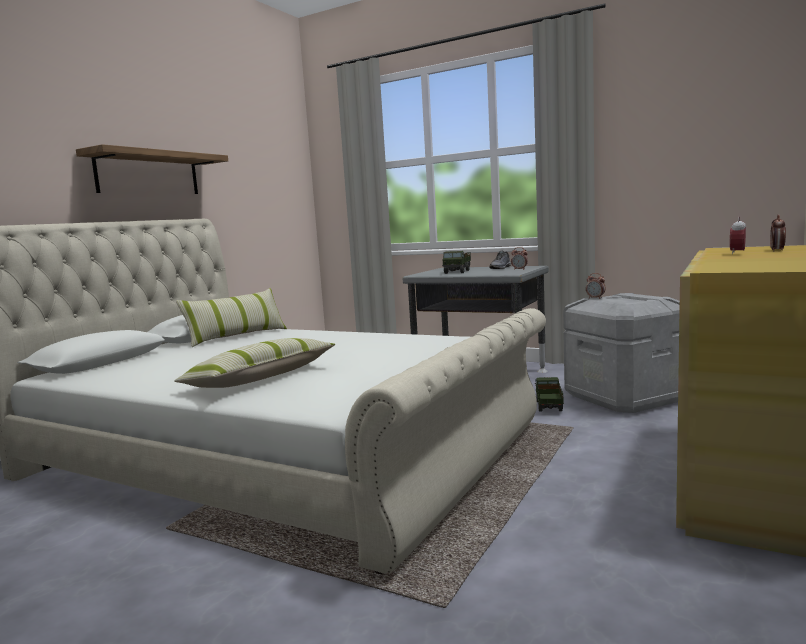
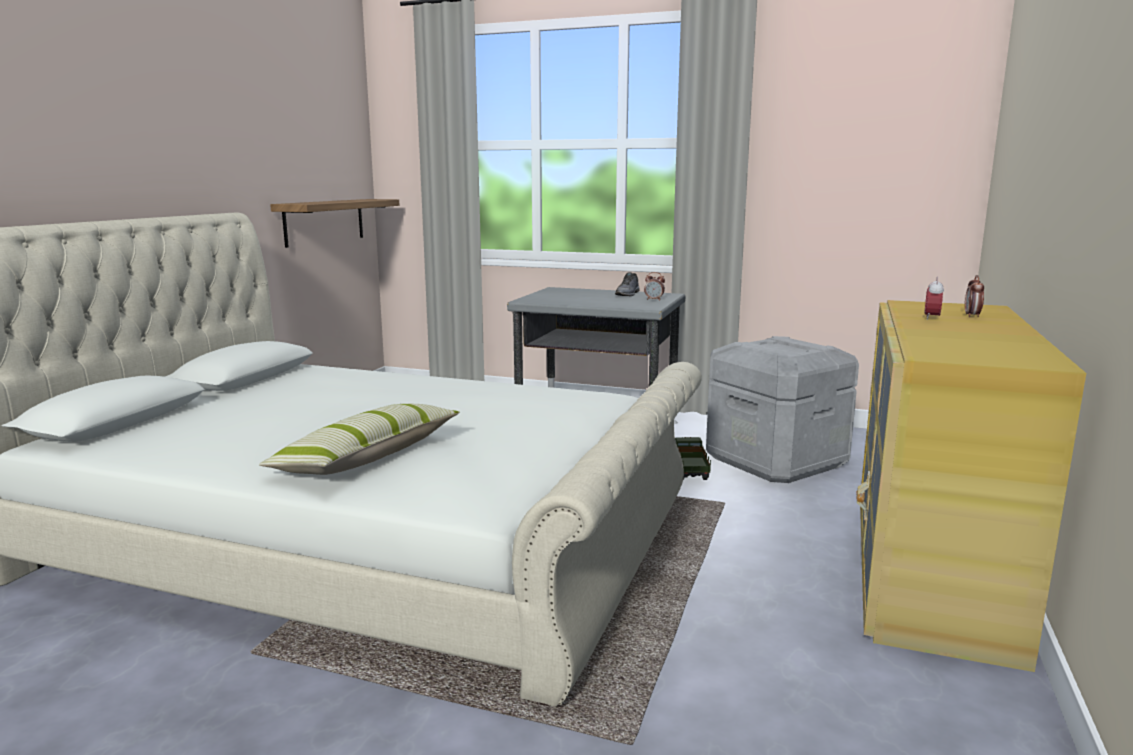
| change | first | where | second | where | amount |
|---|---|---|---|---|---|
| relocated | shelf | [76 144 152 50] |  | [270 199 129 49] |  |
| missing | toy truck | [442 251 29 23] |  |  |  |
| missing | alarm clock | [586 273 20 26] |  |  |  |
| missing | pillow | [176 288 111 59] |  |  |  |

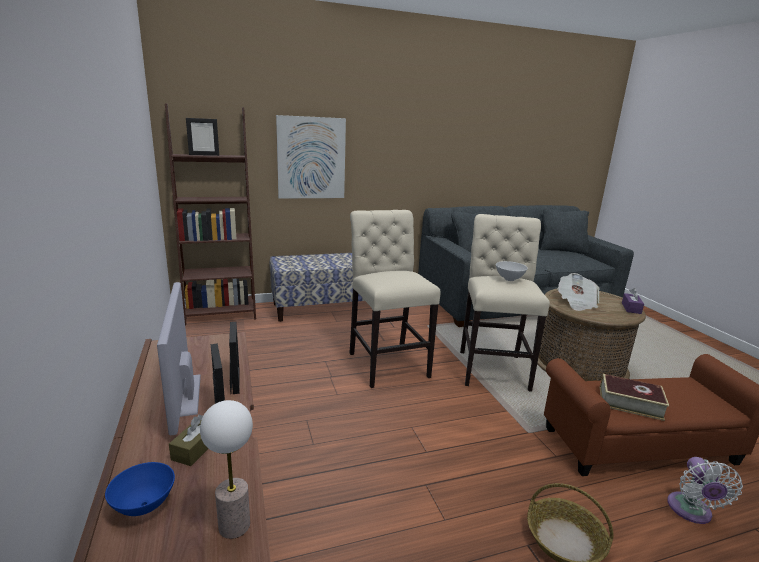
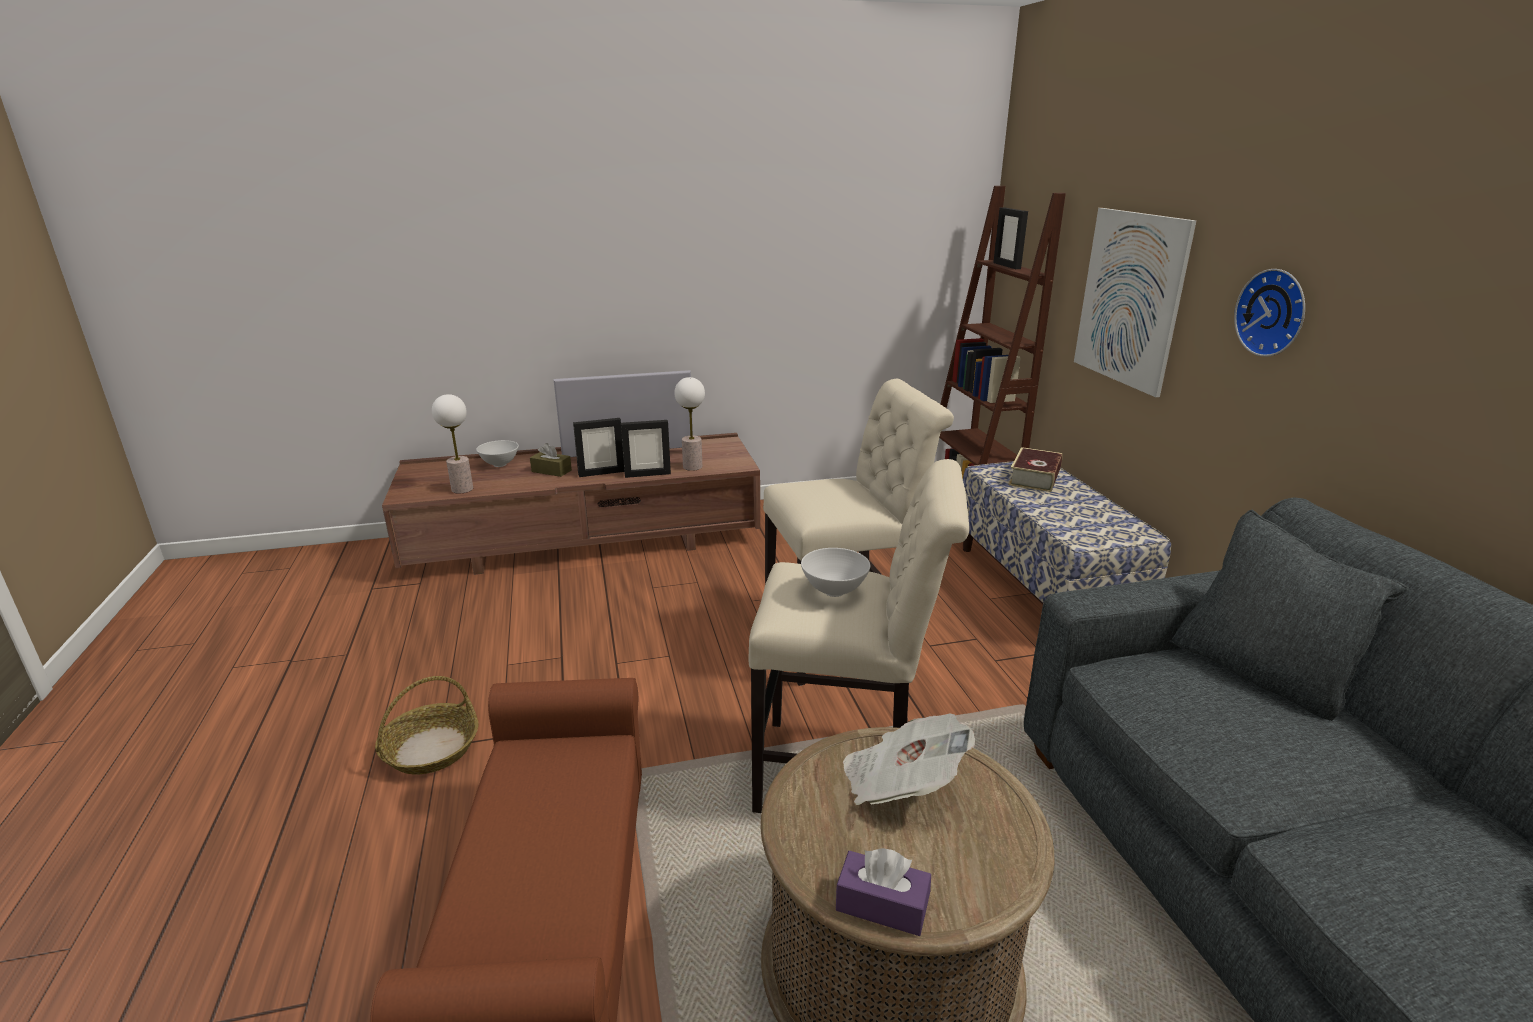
| change | first | where | second | where | amount |
|---|---|---|---|---|---|
| relocated | book | [600 374 69 47] |  | [1008 447 54 45] |  |
| missing | fan (white) | [667 457 76 67] |  |  |  |
| colour | bowl (blue) | [105 462 70 54] | bowl (white) | [476 440 43 27] |  |
| appeared |  |  | wall clock | [1234 269 71 88] |  |
| appeared |  |  | table lamp | [674 377 31 94] |  |

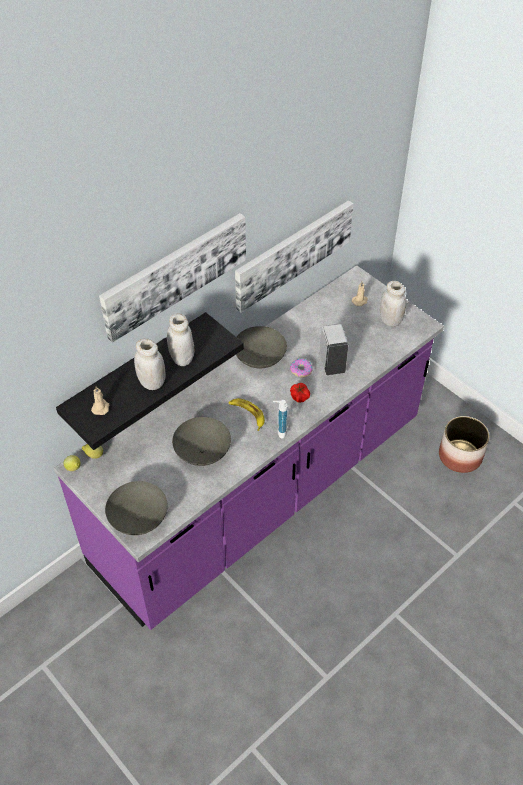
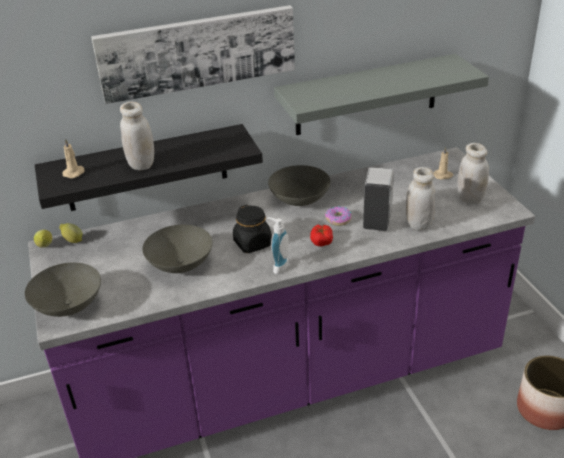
| change | first | where | second | where | amount |
|---|---|---|---|---|---|
| exchanged | picture | [235 200 118 113] | shelf (grey) | [274 54 215 81] |  |
| relocated | jar (white) | [167 313 27 53] |  | [406 167 29 64] |  |
| exchanged | banana | [228 398 37 33] | jar (black) | [233 205 39 48] |  |

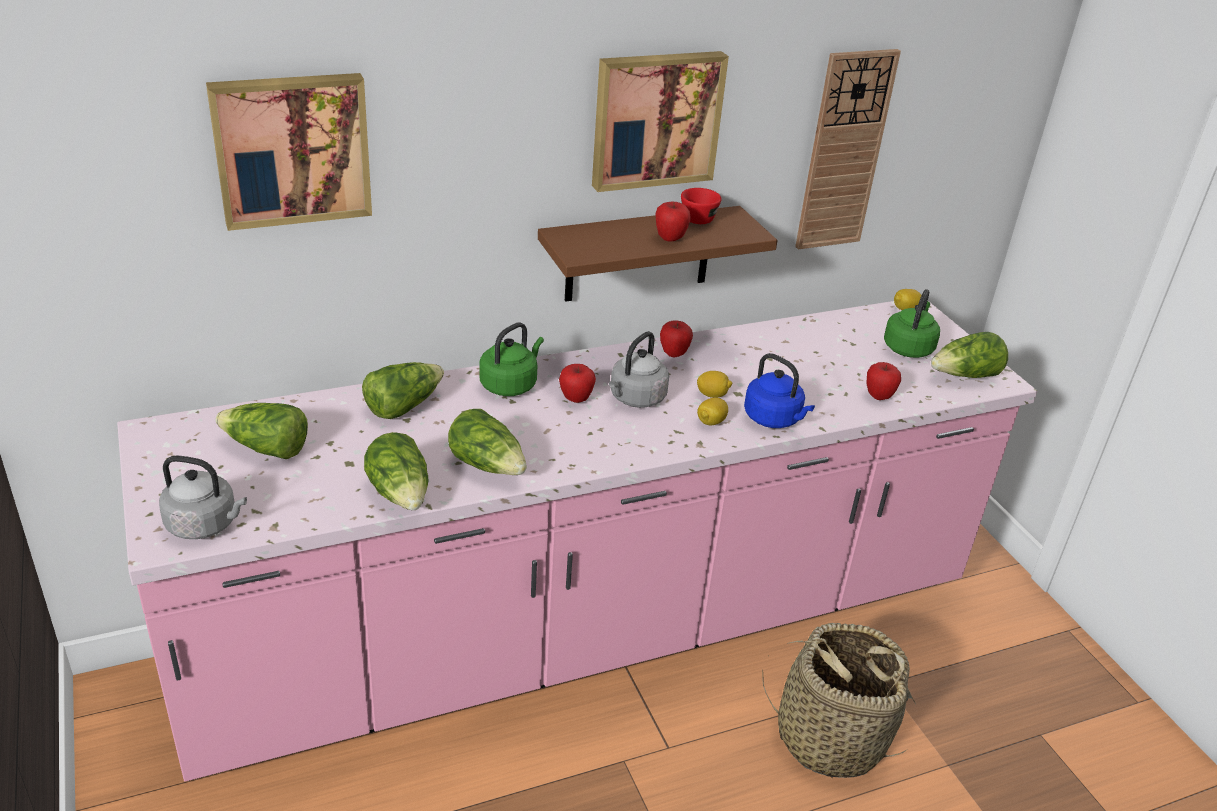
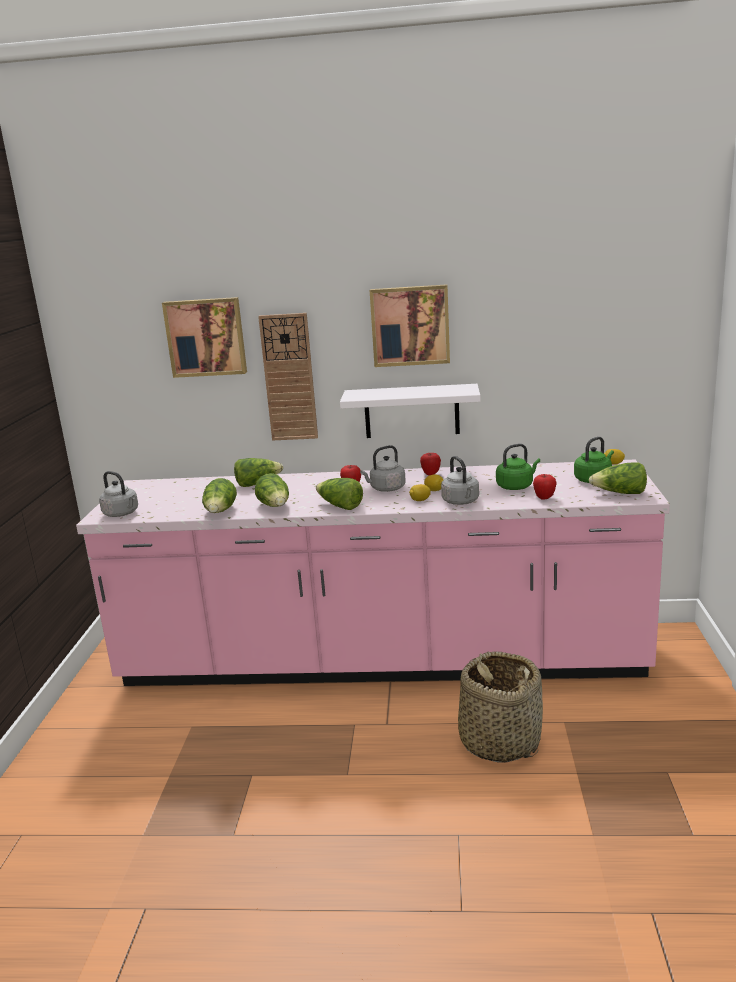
| change | first | where | second | where | amount |
|---|---|---|---|---|---|
| relocated | wall clock | [795 49 106 201] |  | [258 313 60 128] |  |
| missing | cup (red) | [681 188 41 36] |  |  |  |
| missing | apple | [656 201 35 41] |  |  |  |
| colour | shelf (brown) | [538 206 240 96] | shelf (white) | [340 384 141 54] |  |
| relocated | kettle (green) | [479 322 65 74] |  | [496 444 44 46] |  |
| colour | kettle (blue) | [744 353 71 75] | kettle (grey) | [441 456 38 49] |  |
| relocated | lettuce | [216 403 92 56] |  | [316 478 47 32] |  |

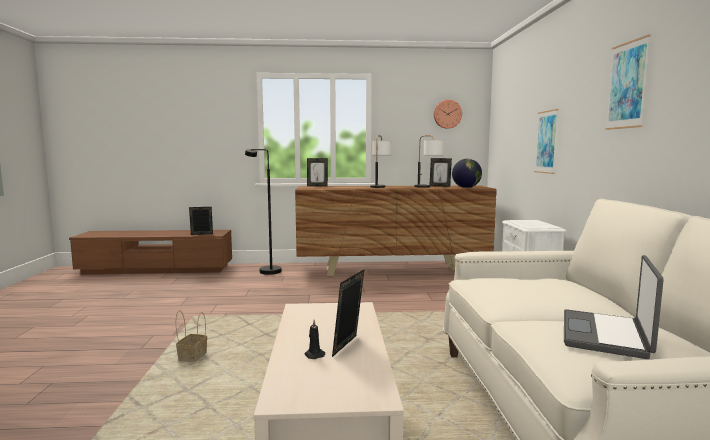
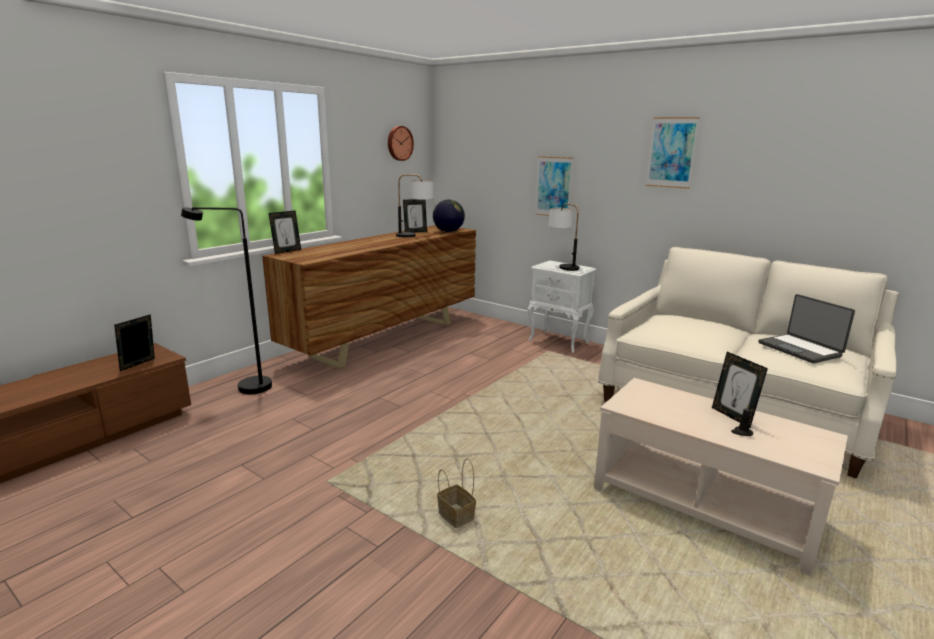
| change | first | where | second | where | amount |
|---|---|---|---|---|---|
| relocated | table lamp | [370 135 21 53] |  | [549 203 30 68] |  |

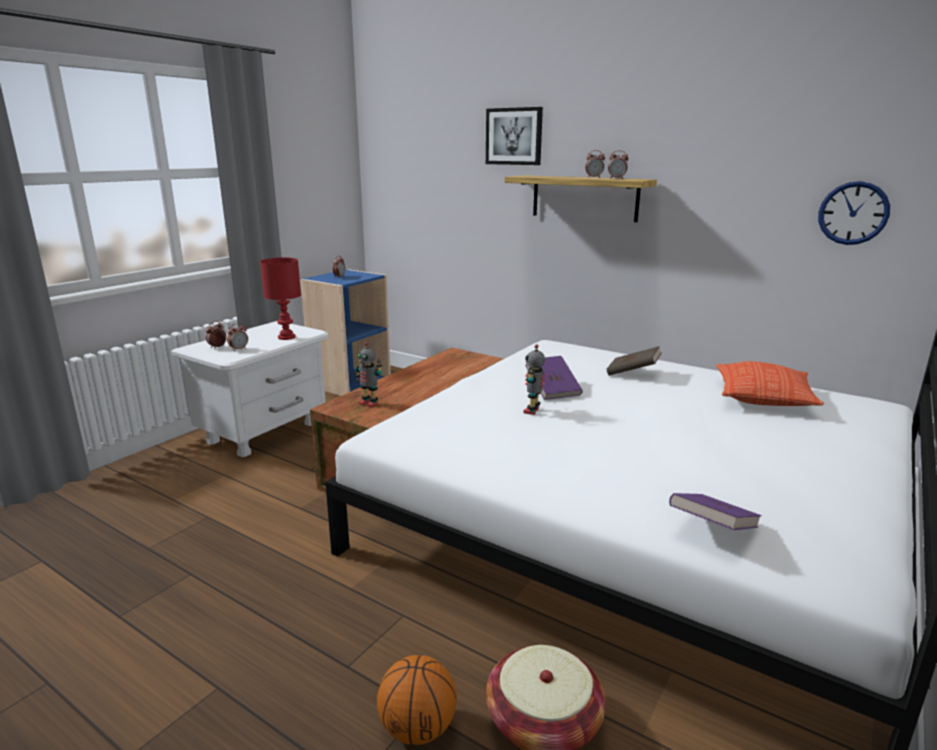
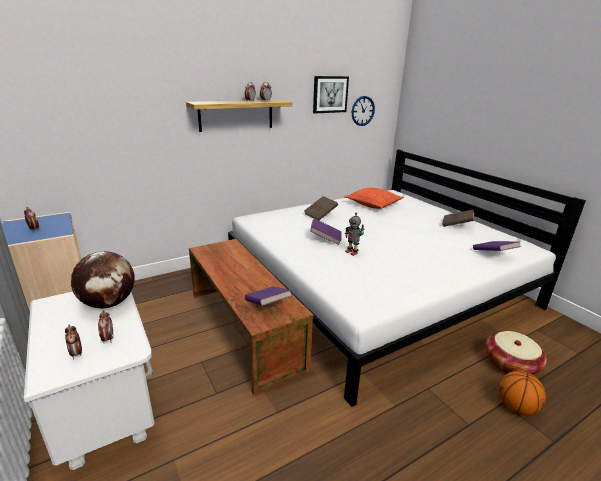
| change | first | where | second | where | amount |
|---|---|---|---|---|---|
| relocated | picture | [486 107 57 58] |  | [313 76 36 37] |  |
| exchanged | table lamp (red) | [260 257 41 83] | globe | [71 251 64 58] |  |
| exchanged | toy robot | [355 342 27 65] | book (purple) | [245 286 47 20] |  |
| appeared |  |  | book (brown) | [442 209 32 18] |  |

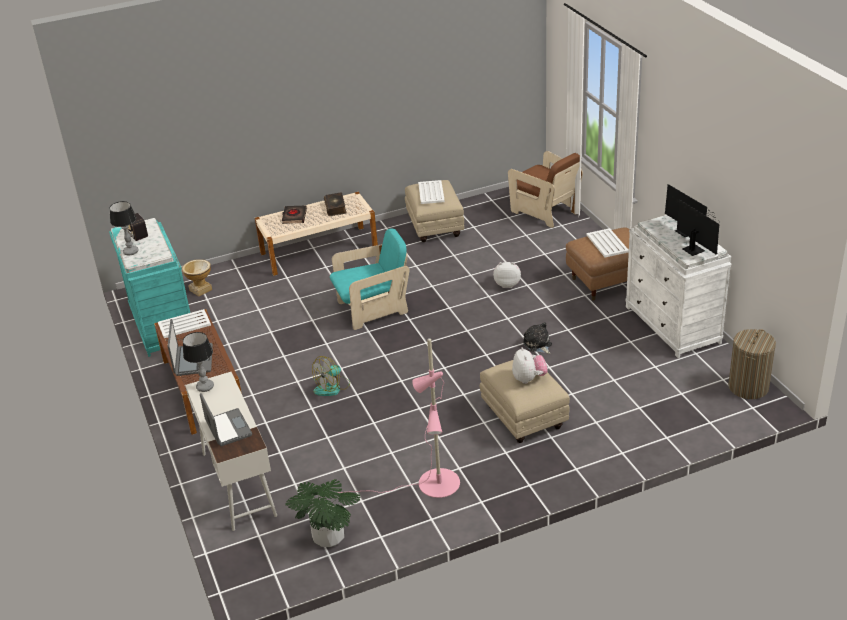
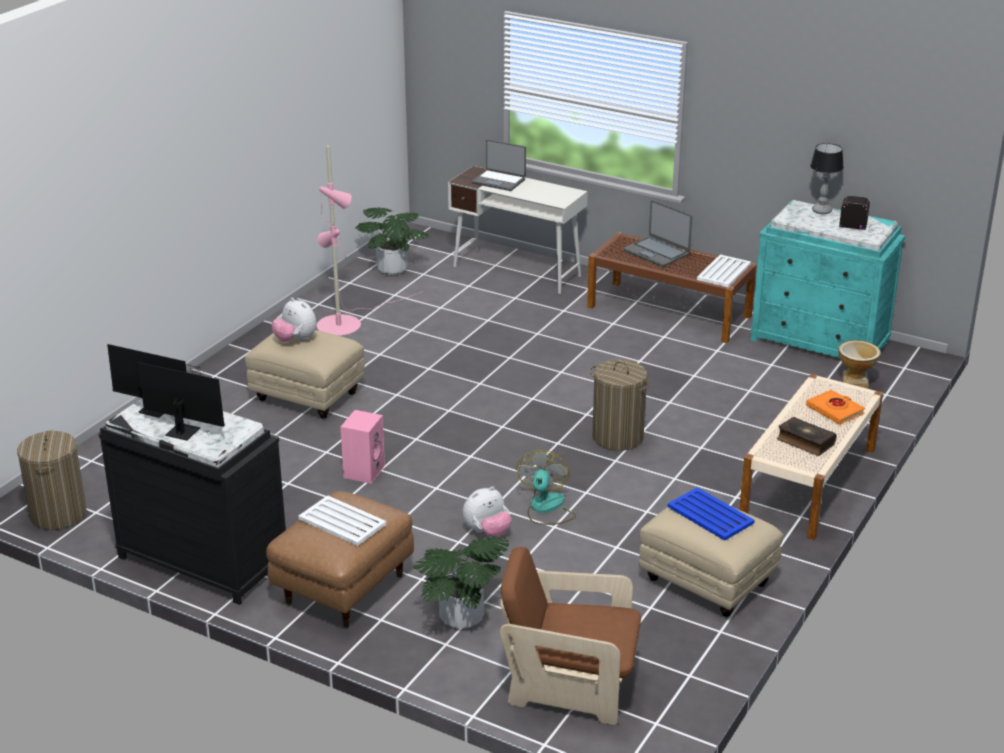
| change | first | where | second | where | amount |
|---|---|---|---|---|---|
| colour | tray (white) | [418 180 27 24] | tray (blue) | [668 487 87 54] |  |
| colour | book (black) | [282 205 25 19] | book (orange) | [806 390 59 35] |  |
| colour | dresser (white) | [626 215 105 143] | dresser (black) | [99 398 187 207] |  |
| exchanged | armchair (turquoise) | [330 229 80 101] | laundry basket | [590 359 61 92] |  |
| exchanged | plush toy | [523 322 29 32] | speaker (pink) | [341 410 44 74] |  |
| missing | table lamp | [183 332 31 60] |  |  |  |
| relocated | fan | [312 356 38 40] |  | [516 450 60 75] |  |
| appeared |  |  | potted plant | [413 536 96 93] |  |

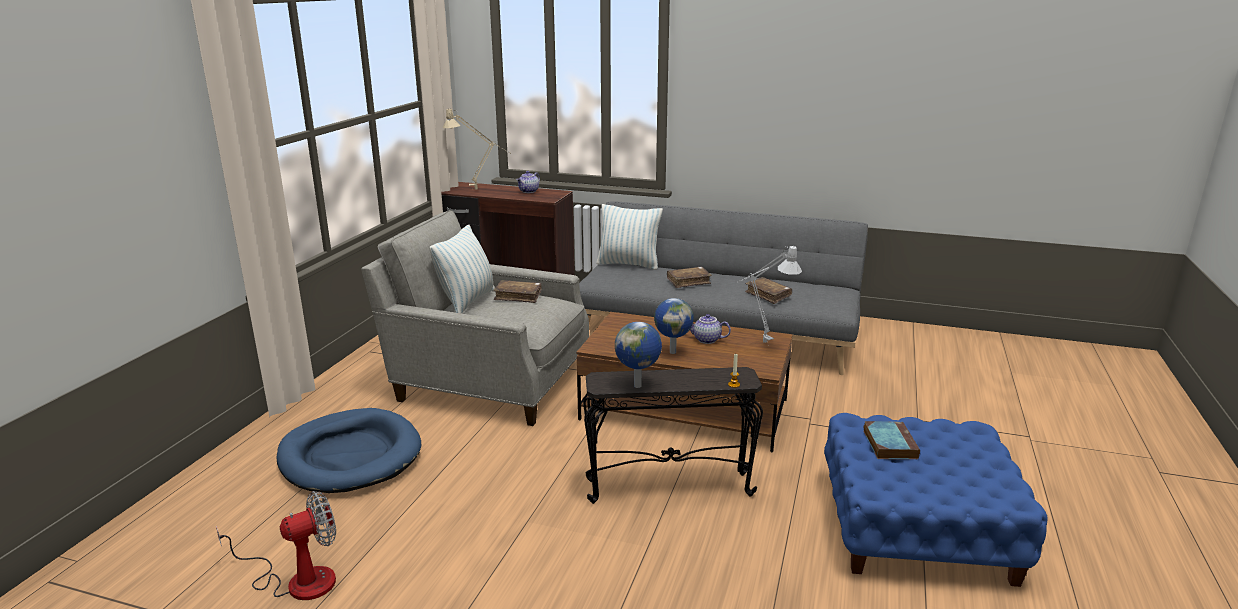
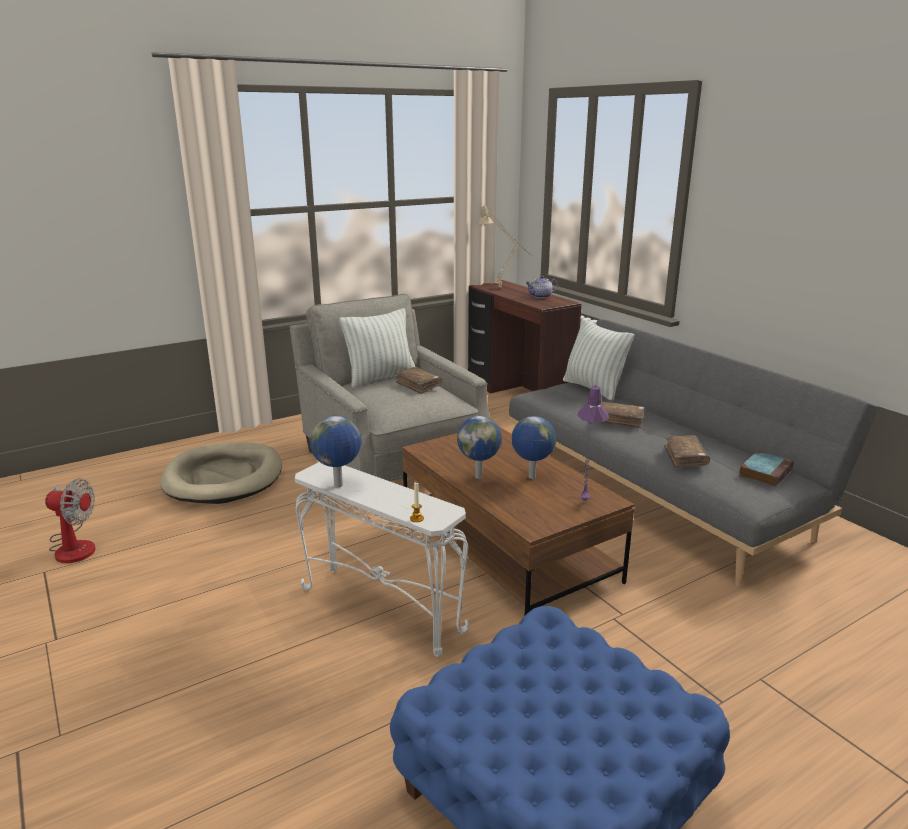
| change | first | where | second | where | amount |
|---|---|---|---|---|---|
| colour | table lamp (grey) | [737 245 65 98] | table lamp (purple) | [577 385 32 116] |  |
| exchanged | teapot | [690 314 41 30] | globe | [511 416 45 63] |  |
| colour | side table (black) | [583 367 180 137] | side table (white) | [295 462 174 195] |  |
| colour | dog bed (blue) | [276 408 145 85] | dog bed (beige) | [160 443 122 61] |  |
| relocated | book | [863 421 57 38] |  | [739 451 55 36] |  |

